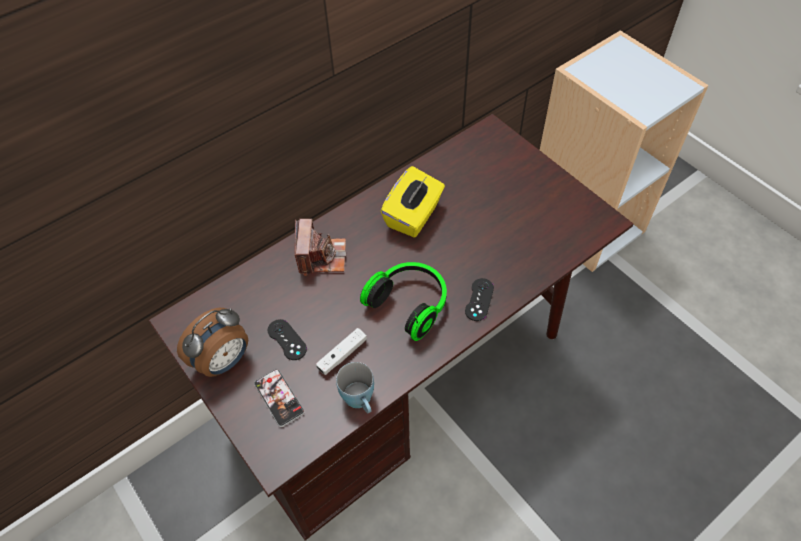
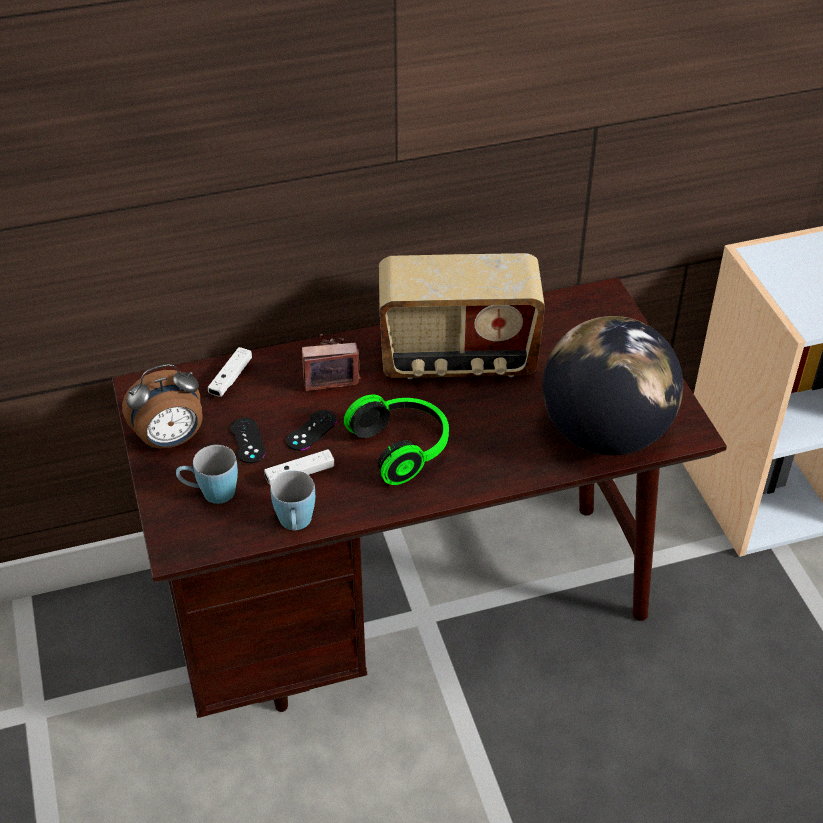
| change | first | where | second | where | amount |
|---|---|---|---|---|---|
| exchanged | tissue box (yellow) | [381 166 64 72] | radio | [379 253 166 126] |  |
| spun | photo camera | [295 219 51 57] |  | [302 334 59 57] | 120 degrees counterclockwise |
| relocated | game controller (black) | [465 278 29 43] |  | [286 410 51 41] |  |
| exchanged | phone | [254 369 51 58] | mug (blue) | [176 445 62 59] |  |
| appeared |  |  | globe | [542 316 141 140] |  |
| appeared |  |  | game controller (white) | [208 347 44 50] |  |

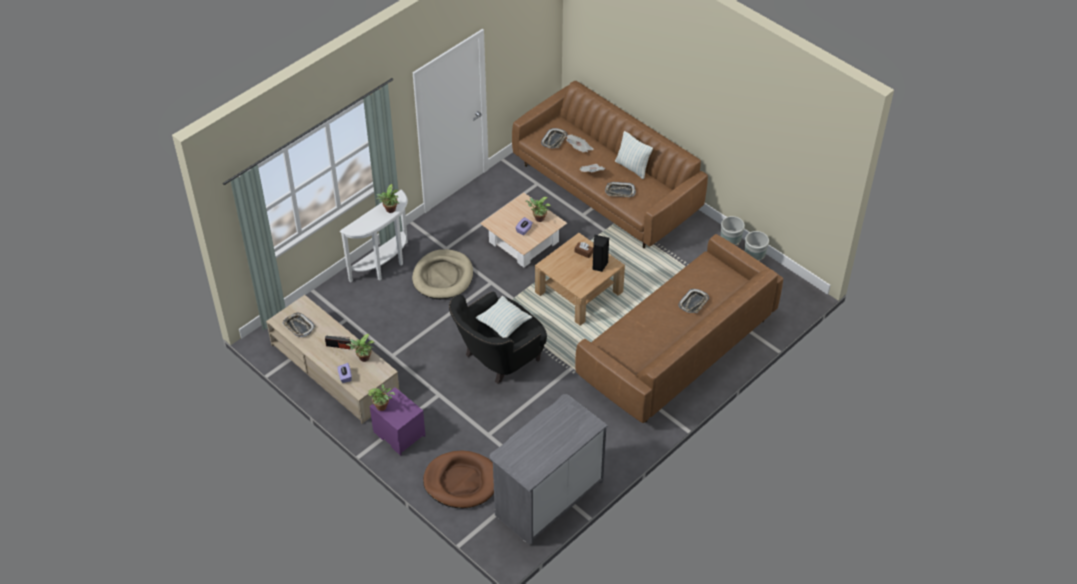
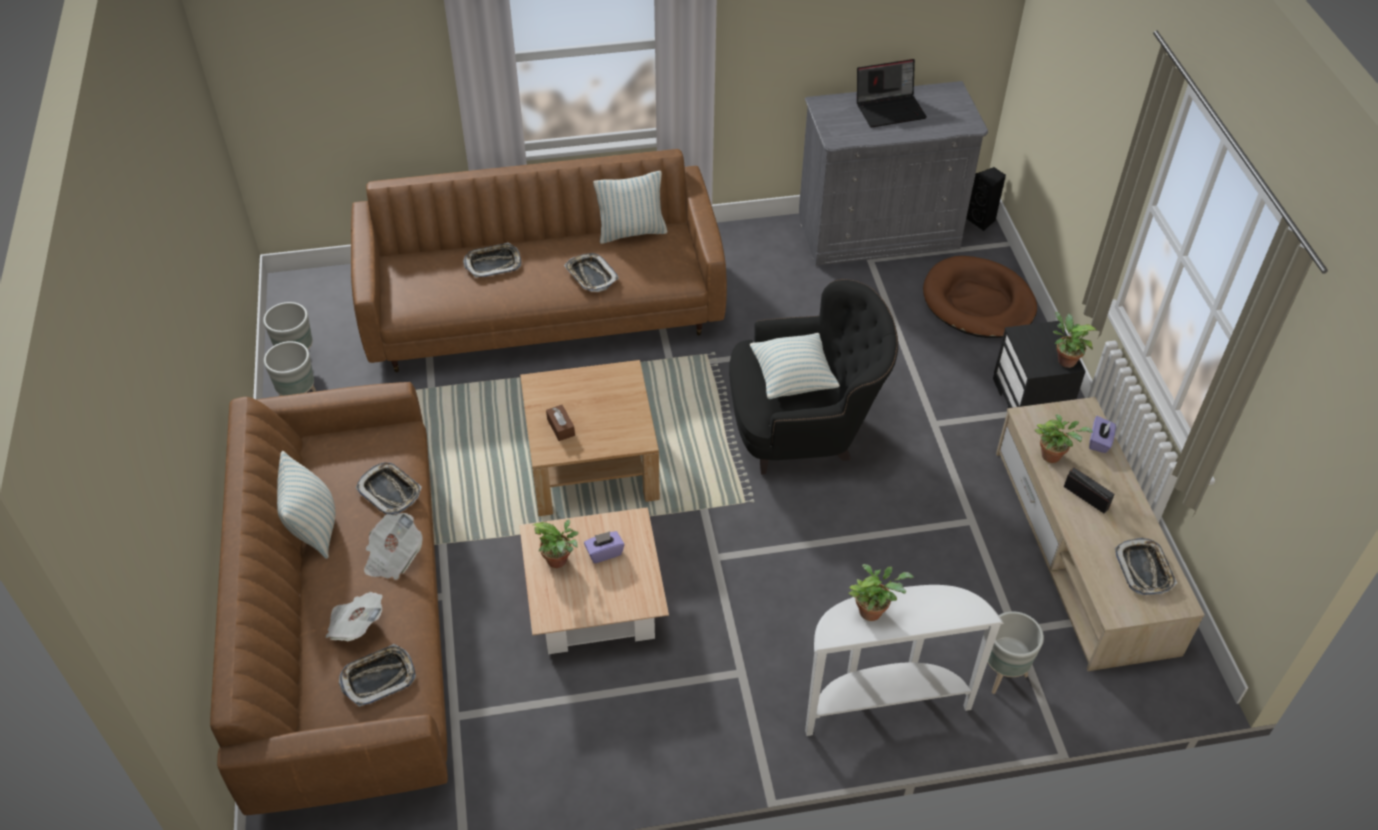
| change | first | where | second | where | amount |
|---|---|---|---|---|---|
| relocated | speaker (black) | [592 235 17 37] |  | [966 167 40 64] |  |
| missing | dog bed (beige) | [412 249 61 51] |  |  |  |
| colour | nightstand (purple) | [370 387 55 69] | nightstand (black) | [993 321 93 87] |  |
| appeared |  |  | laptop | [857 59 70 69] |  |
| appeared |  |  | pillow | [593 171 75 73] |  |
| appeared |  |  | tray | [564 253 55 39] |  |
| appeared |  |  | planter (grey) | [988 611 56 83] |  |

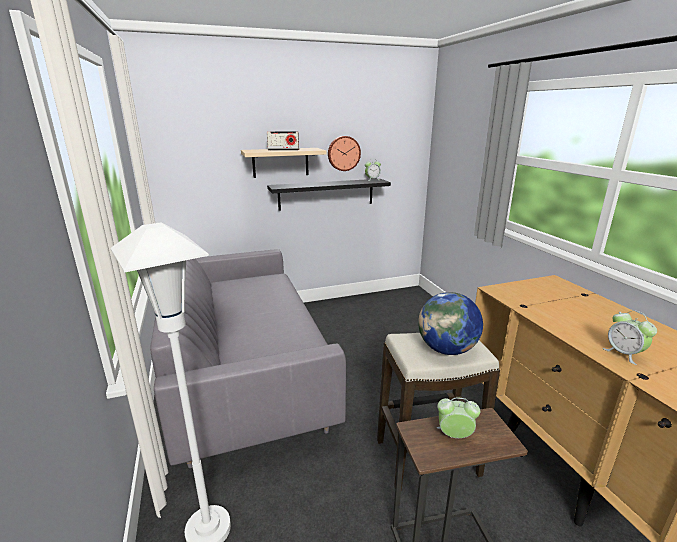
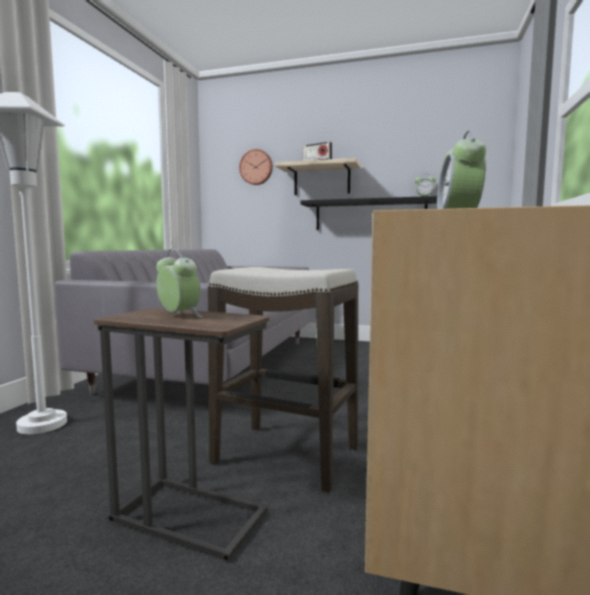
| change | first | where | second | where | amount |
|---|---|---|---|---|---|
| relocated | wall clock | [328 136 33 35] |  | [239 149 34 36] |  |
| missing | globe | [418 292 65 63] |  |  |  |

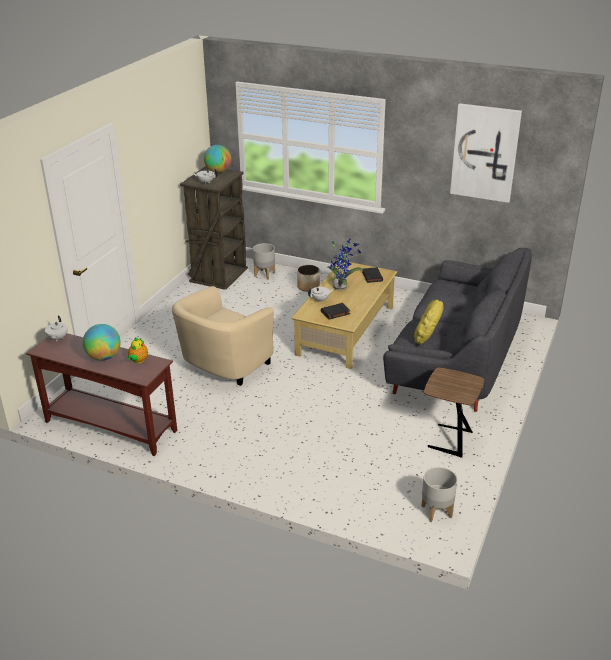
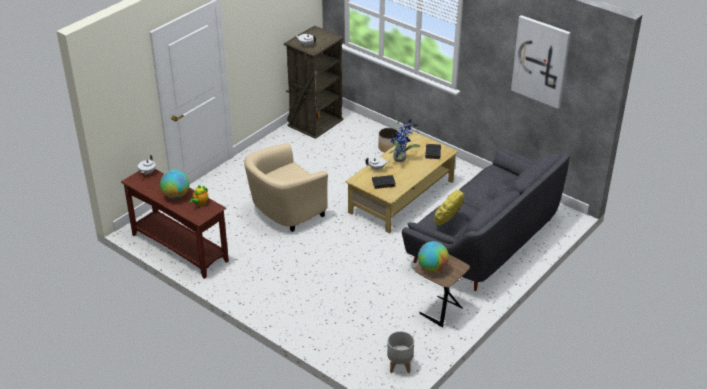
| change | first | where | second | where | amount |
|---|---|---|---|---|---|
| relocated | globe | [204 145 27 28] |  | [418 241 31 31] |  |
| missing | planter (grey) | [253 243 22 37] |  |  |  |

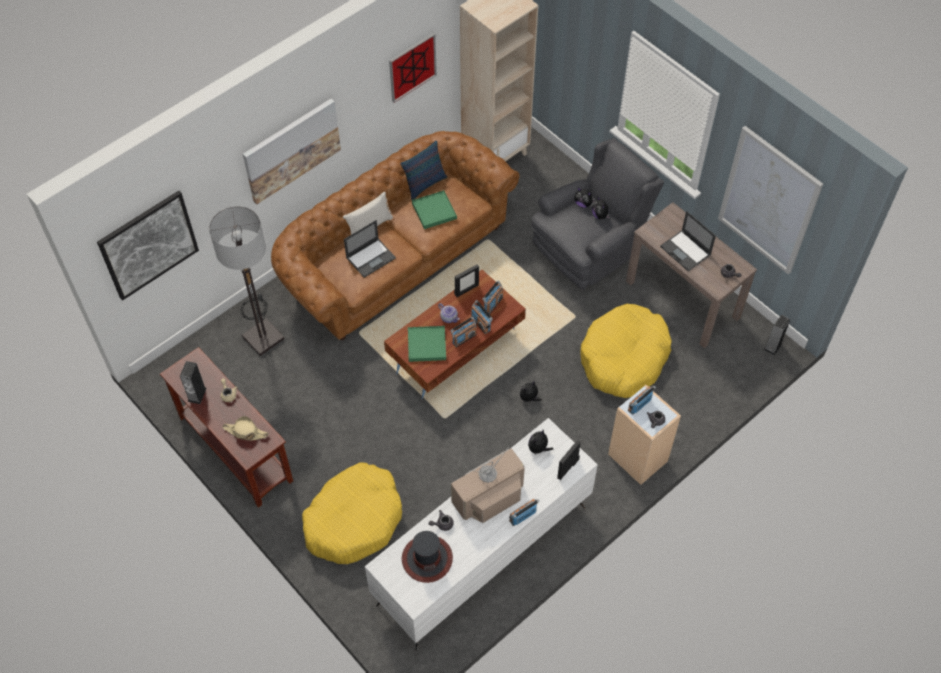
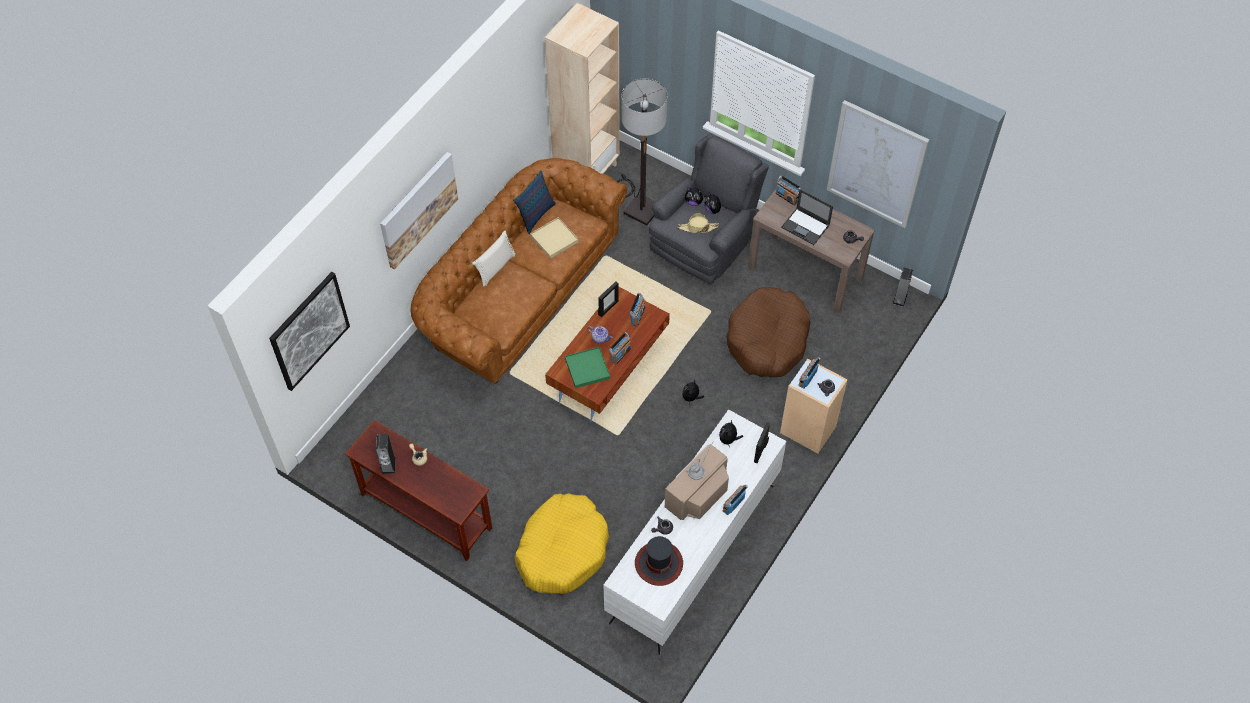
| change | first | where | second | where | amount |
|---|---|---|---|---|---|
| missing | picture | [389 33 48 70] |  |  |  |
| colour | tray (green) | [412 190 45 39] | tray (beige) | [530 217 48 42] |  |
| relocated | floor lamp | [209 206 76 150] |  | [616 79 51 147] |  |
| missing | laptop | [344 220 52 58] |  |  |  |
| relocated | radio | [471 300 22 34] |  | [775 175 27 30] |  |
| colour | dog bed (yellow) | [580 304 92 94] | dog bed (brown) | [727 287 83 90] |  |
| relocated | hat (beige) | [222 416 47 24] |  | [678 213 41 20] |  |

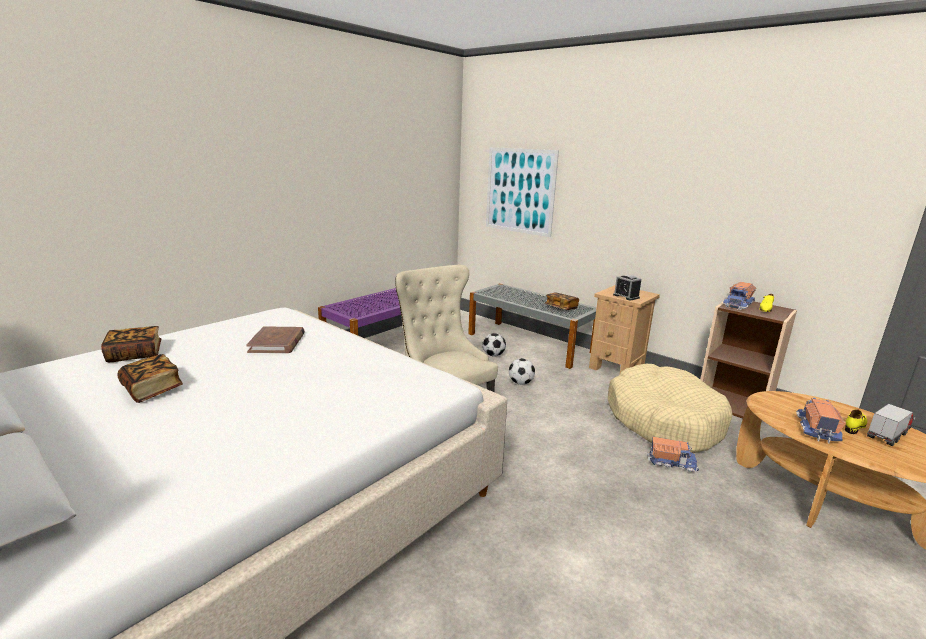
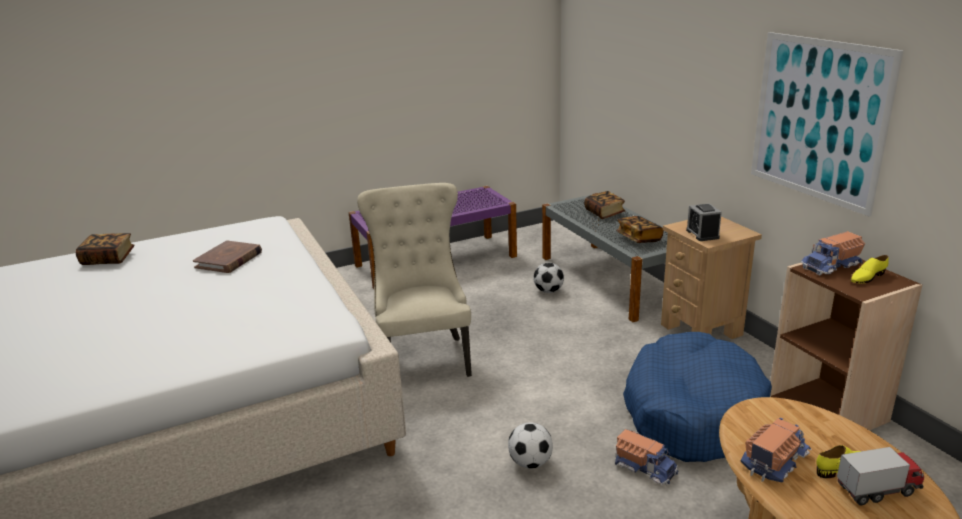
| change | first | where | second | where | amount |
|---|---|---|---|---|---|
| relocated | picture | [486 147 73 90] |  | [751 32 153 185] |  |
| relocated | book | [118 354 65 49] |  | [584 191 42 28] |  |
| relocated | football | [509 358 26 27] |  | [508 423 45 46] |  |
| colour | dog bed (beige) | [608 364 124 89] | dog bed (blue) | [623 332 149 130] |  |

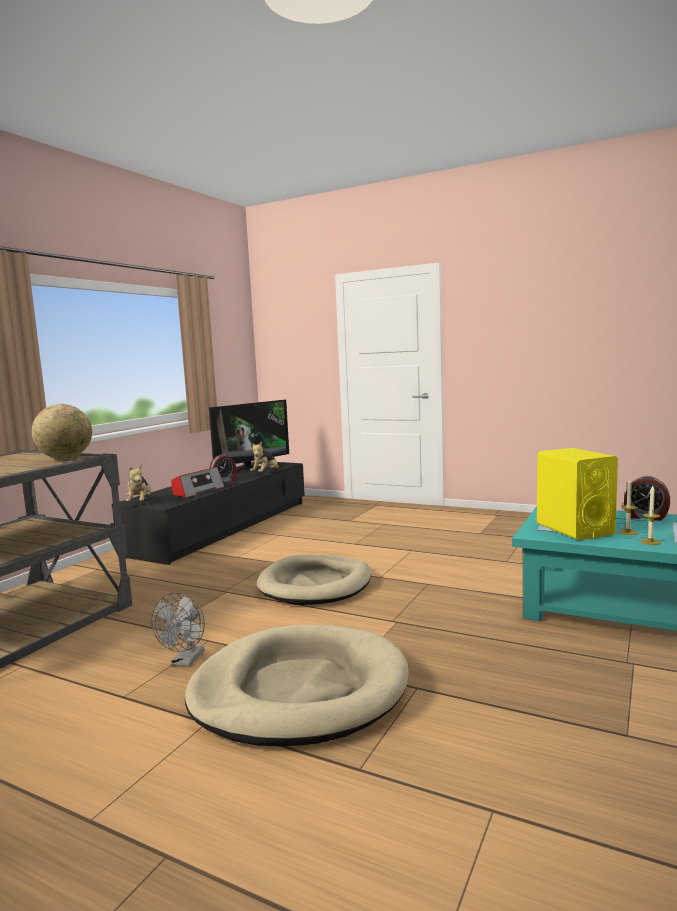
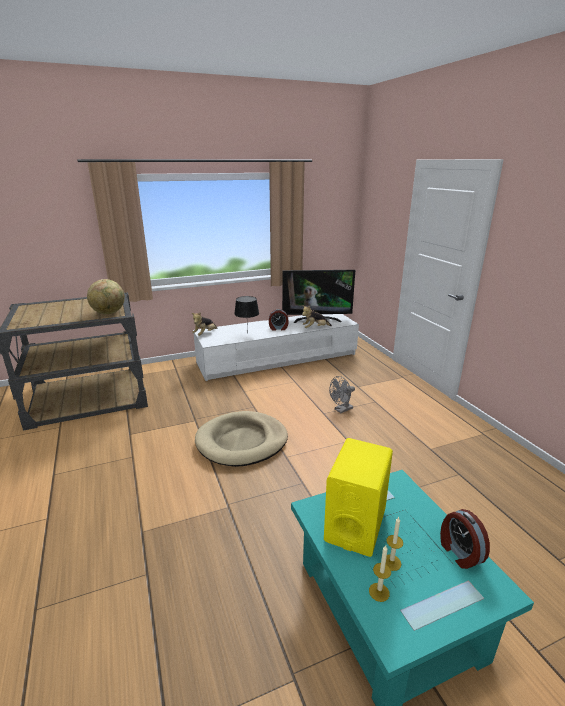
| change | first | where | second | where | amount |
|---|---|---|---|---|---|
| colour | tv stand (black) | [111 462 194 103] | tv stand (white) | [193 314 166 67] |  |
| exchanged | radio | [171 467 54 31] | table lamp (black) | [234 296 25 39] |  |
| relocated | fan (grey) | [151 592 54 75] |  | [329 376 26 37] |  |
| missing | dog bed (beige) | [185 624 224 122] |  |  |  |

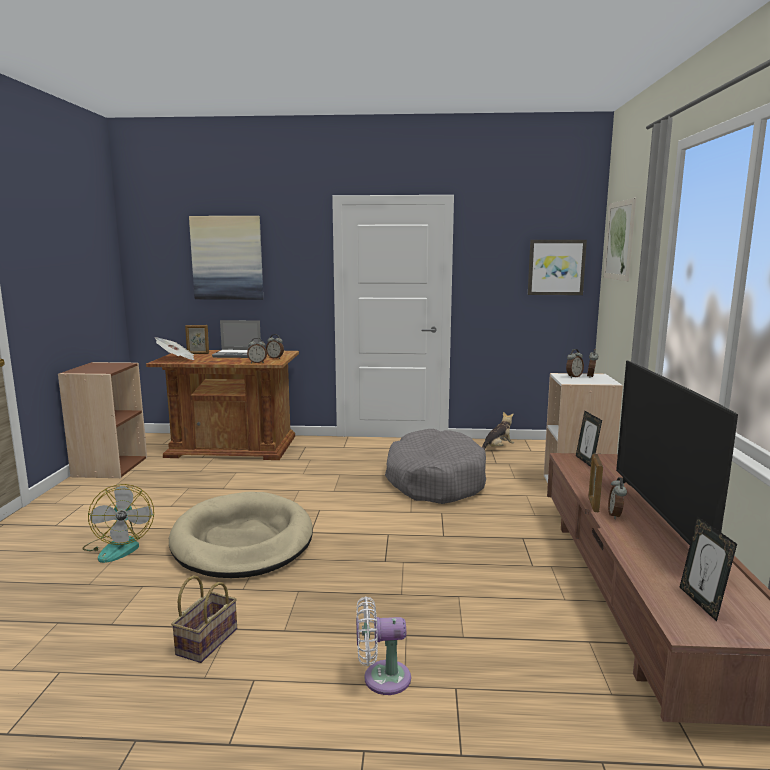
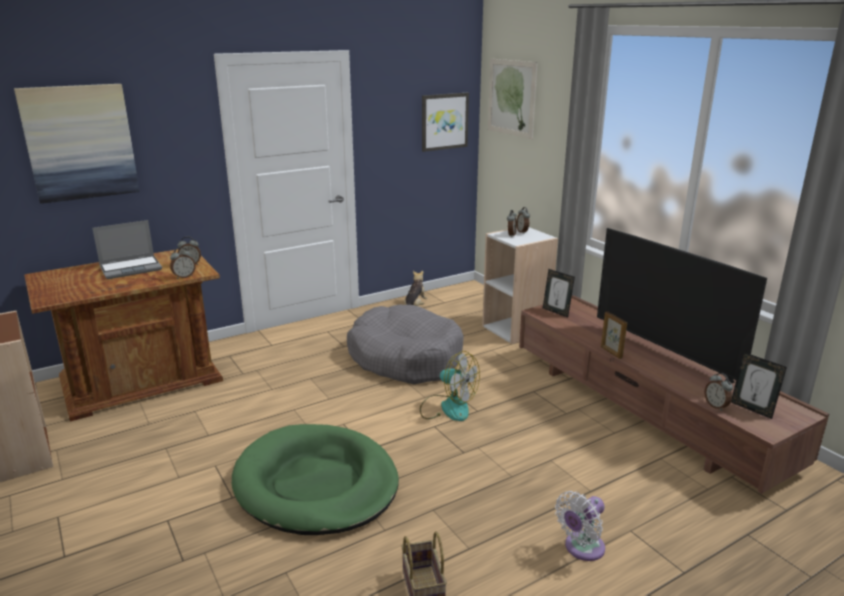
| change | first | where | second | where | amount |
|---|---|---|---|---|---|
| missing | picture frame | [185 325 24 29] |  |  |  |
| missing | newspaper | [155 337 39 23] |  |  |  |
| relocated | alarm clock | [608 477 19 42] |  | [704 373 29 38] |  |
| relocated | fan | [82 484 72 79] |  | [420 351 60 70] |  |
| colour | dog bed (beige) | [169 492 144 86] | dog bed (green) | [232 424 167 111] |  |

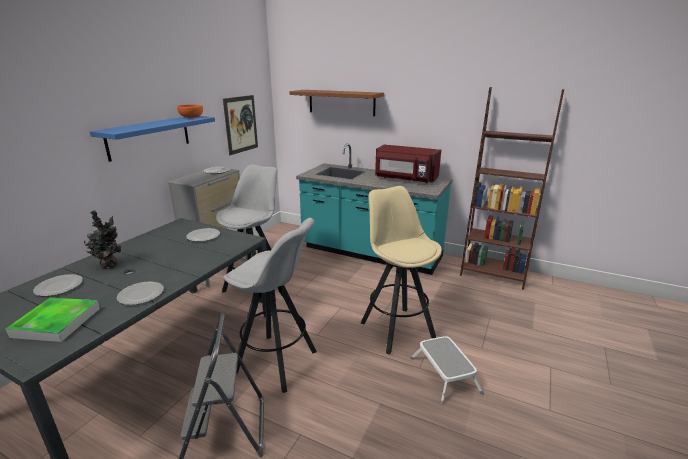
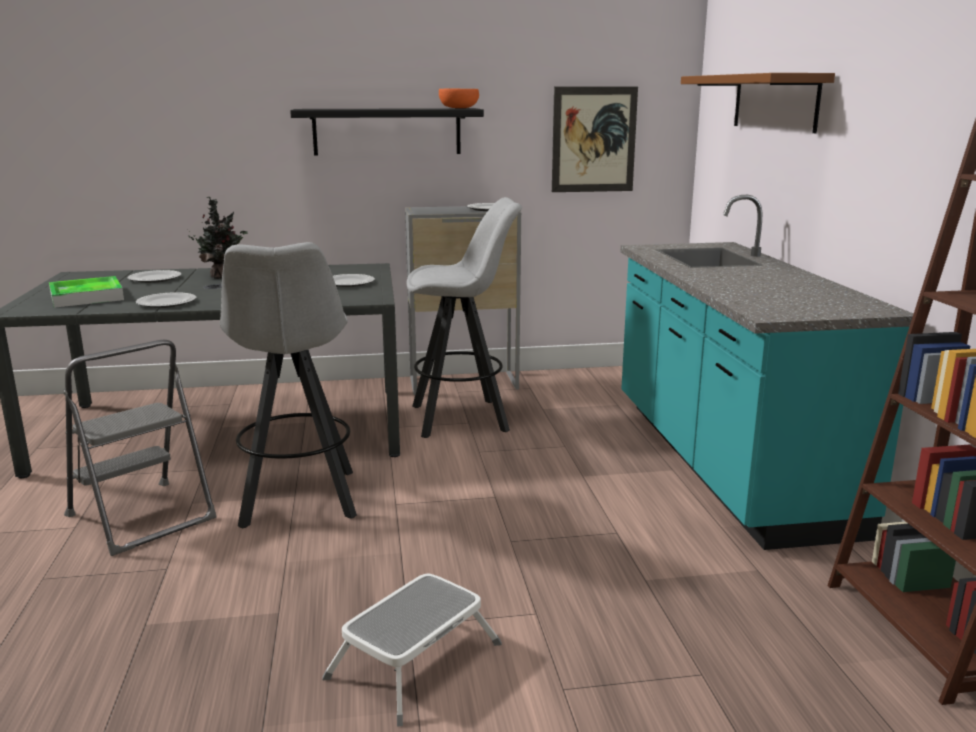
| change | first | where | second | where | amount |
|---|---|---|---|---|---|
| colour | shelf (blue) | [90 116 125 46] | shelf (black) | [290 108 194 48] |  |
| missing | microwave (red) | [375 145 66 39] |  |  |  |
| missing | stool (beige) | [361 186 81 168] |  |  |  |

